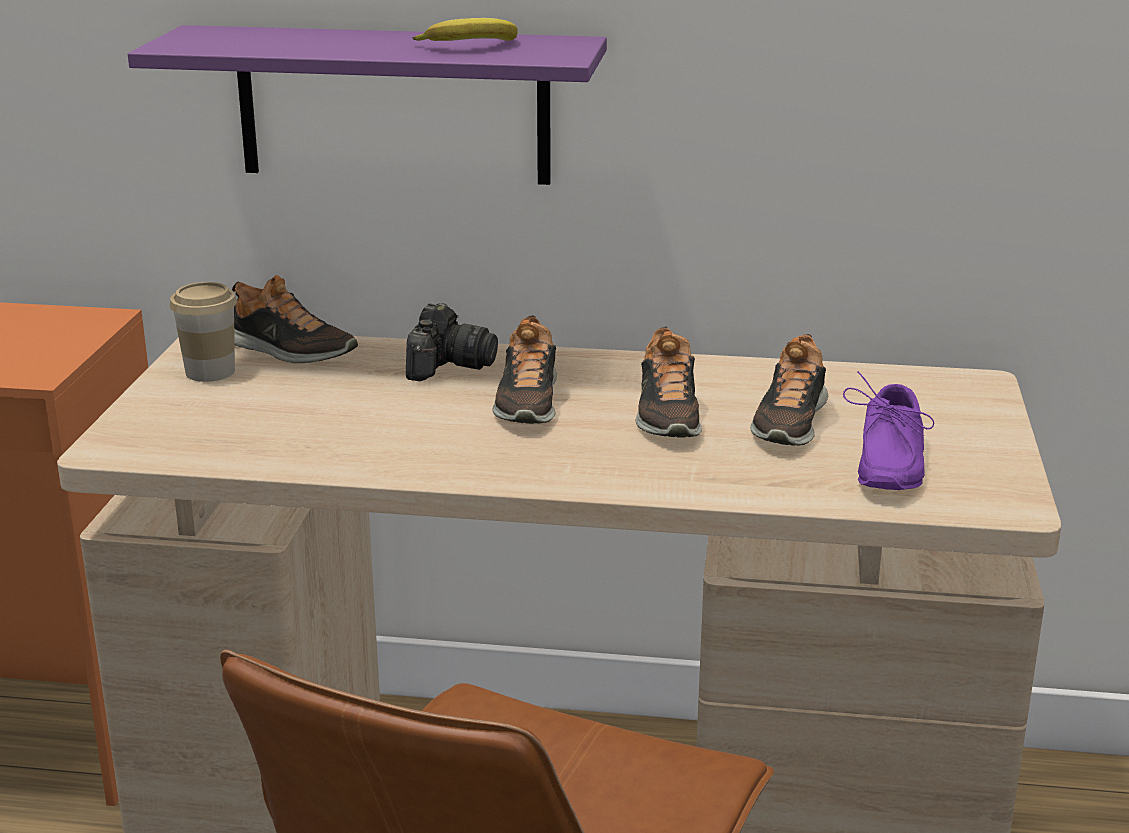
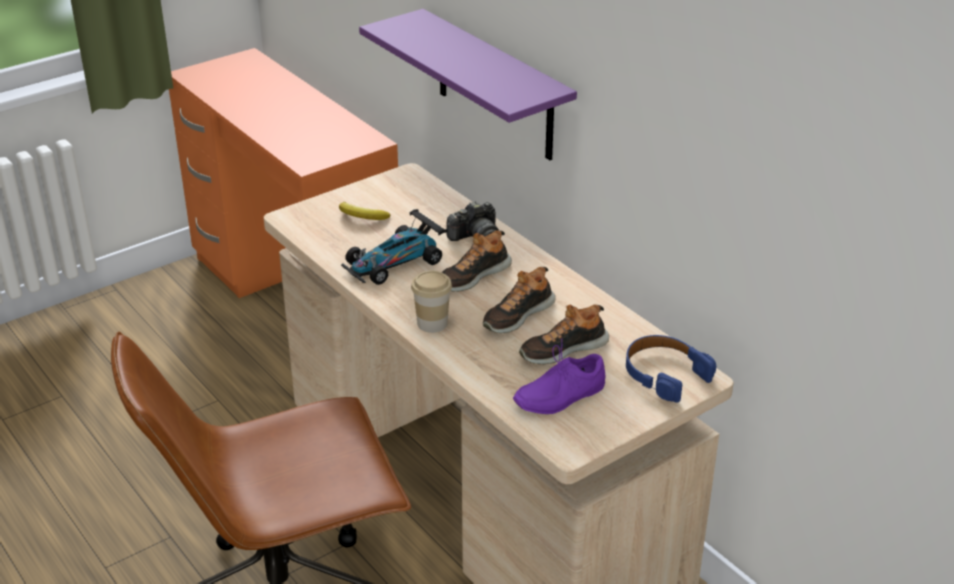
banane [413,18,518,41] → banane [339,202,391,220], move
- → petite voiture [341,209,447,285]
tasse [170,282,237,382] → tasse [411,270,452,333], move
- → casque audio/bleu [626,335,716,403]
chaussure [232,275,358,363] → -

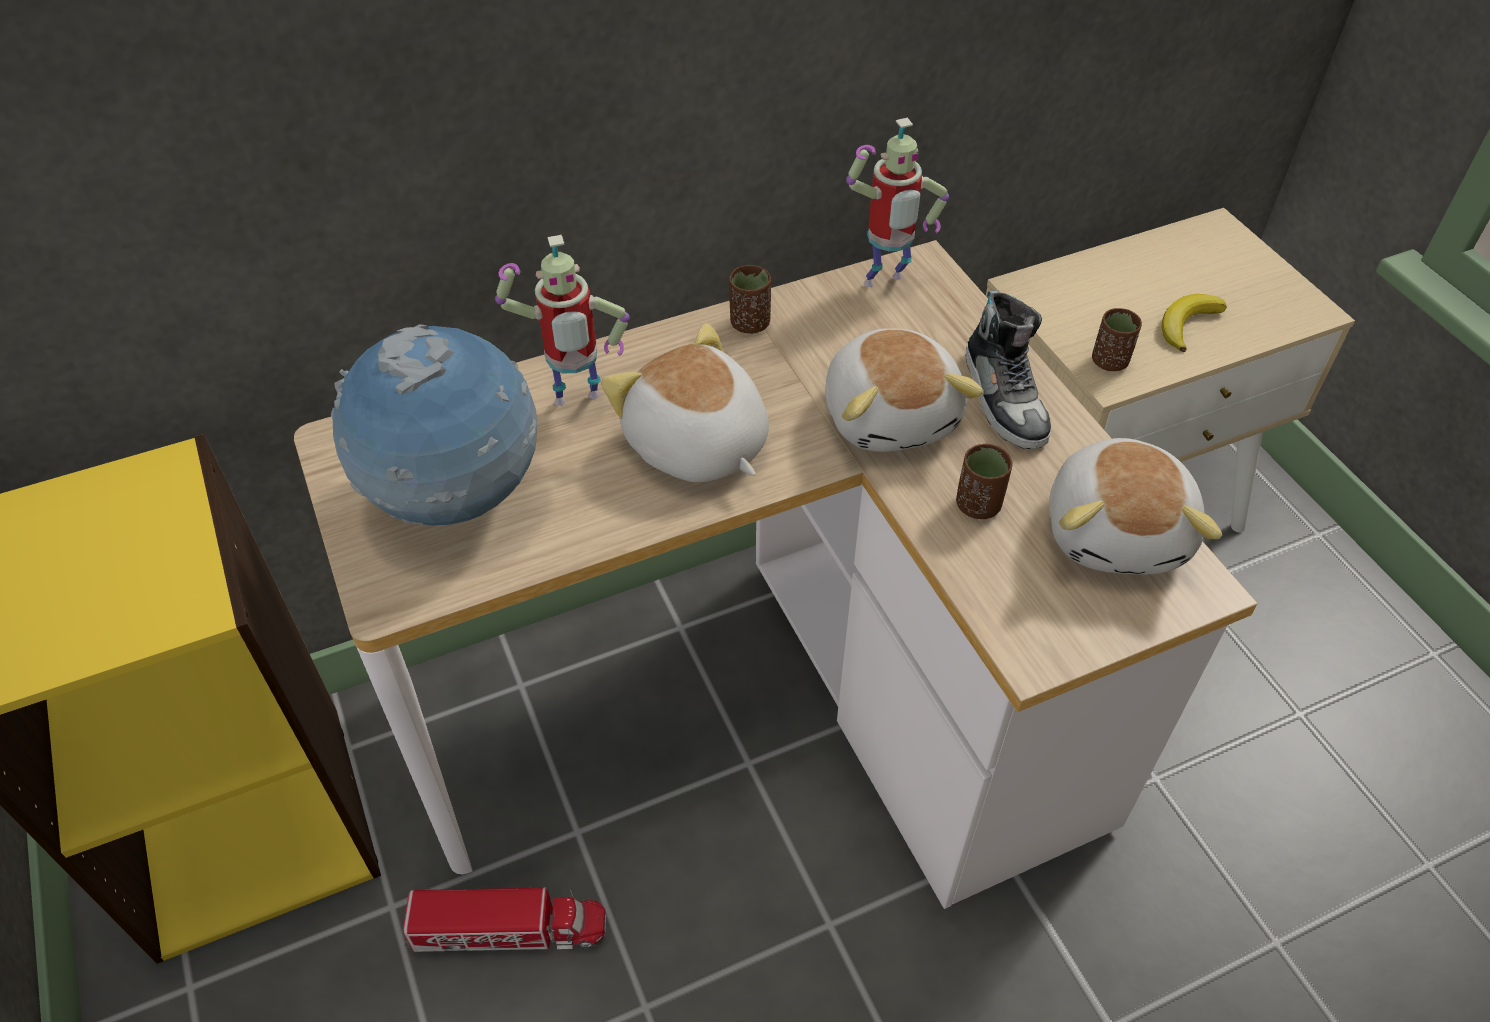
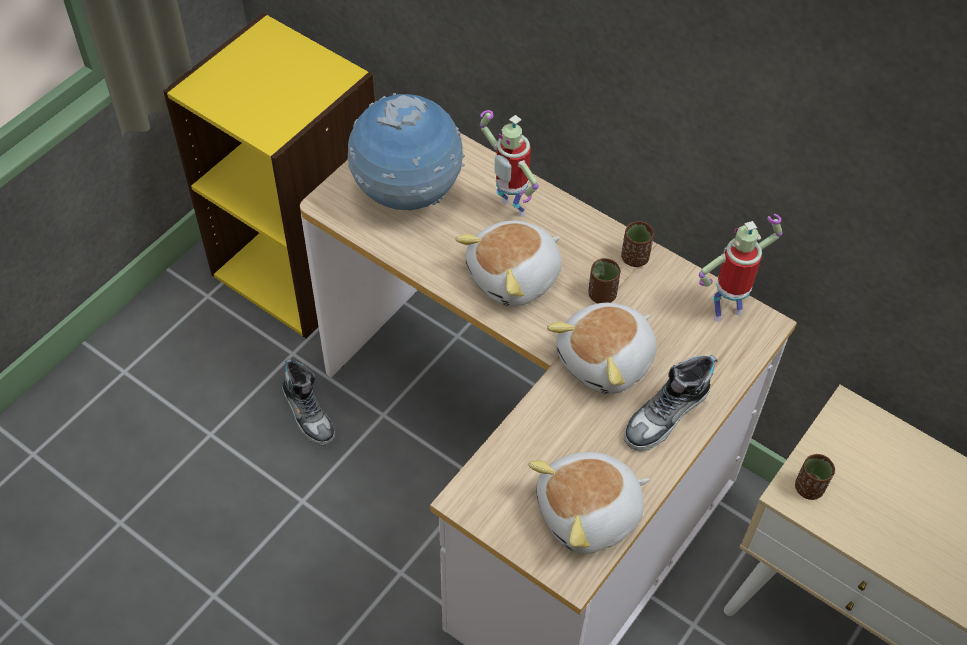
camion jouet [403,888,606,952] → chaussure [282,359,335,446]
peluche [601,323,769,482] → peluche [455,221,562,307], 150 degrees counterclockwise
tasse/marron [956,444,1013,519] → tasse/marron [588,258,621,303], move
robot jouet [846,118,949,287] → robot jouet [699,214,782,322], 120 degrees clockwise
banane [1162,294,1227,352] → -

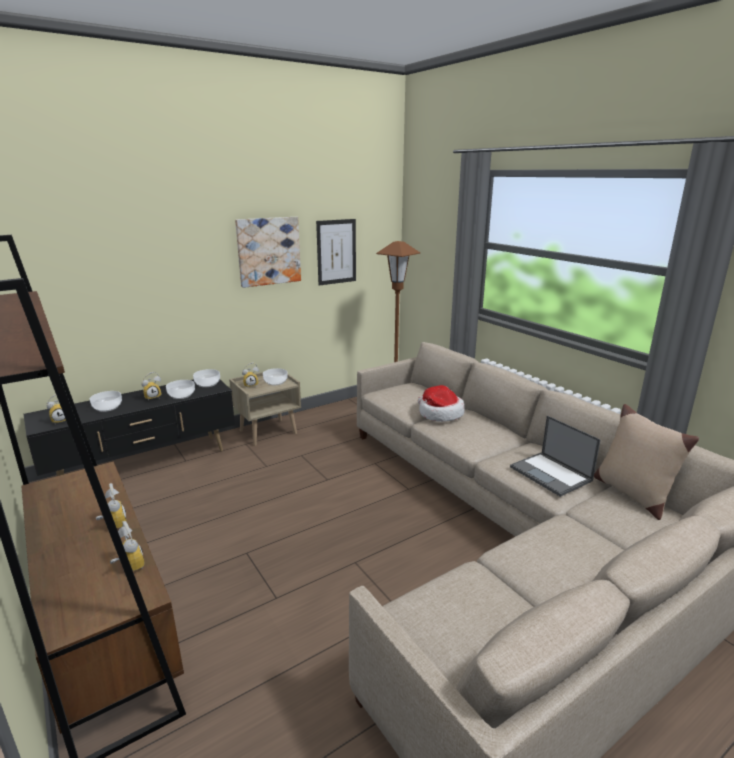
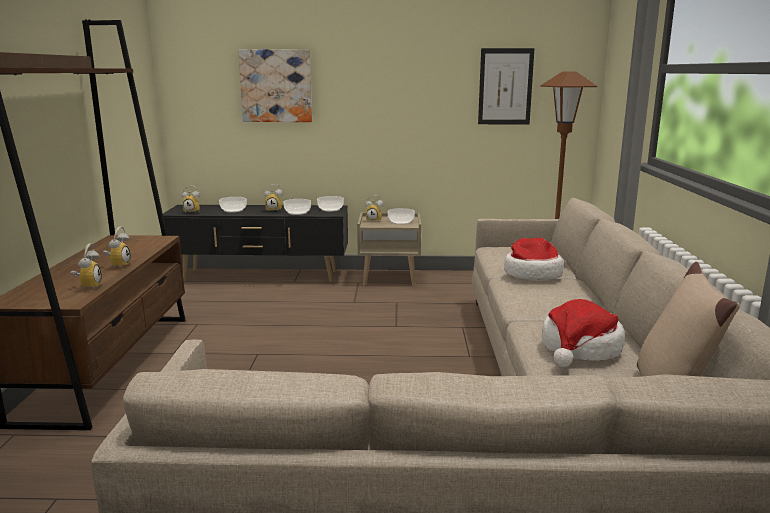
tableau [235,217,301,288] → tableau [238,49,312,122], move
ordinateur portable [510,415,601,497] → chapeau [542,299,625,367]

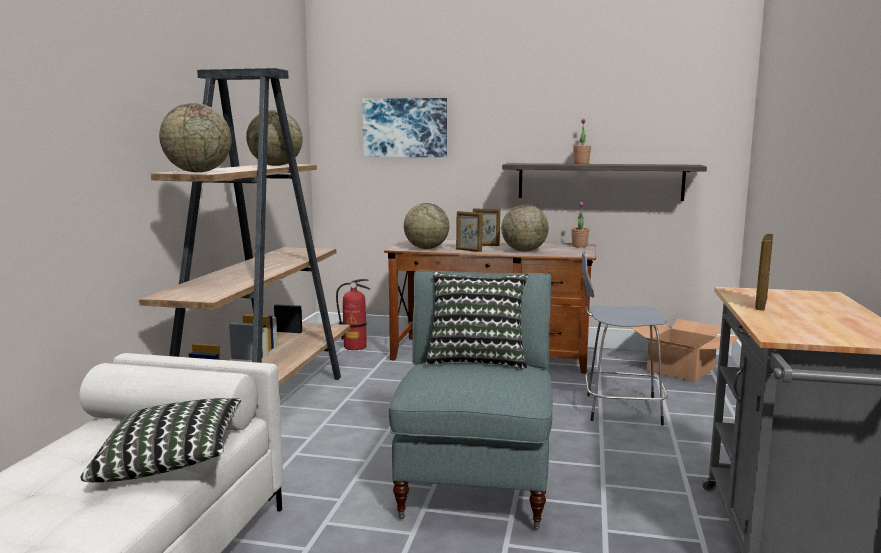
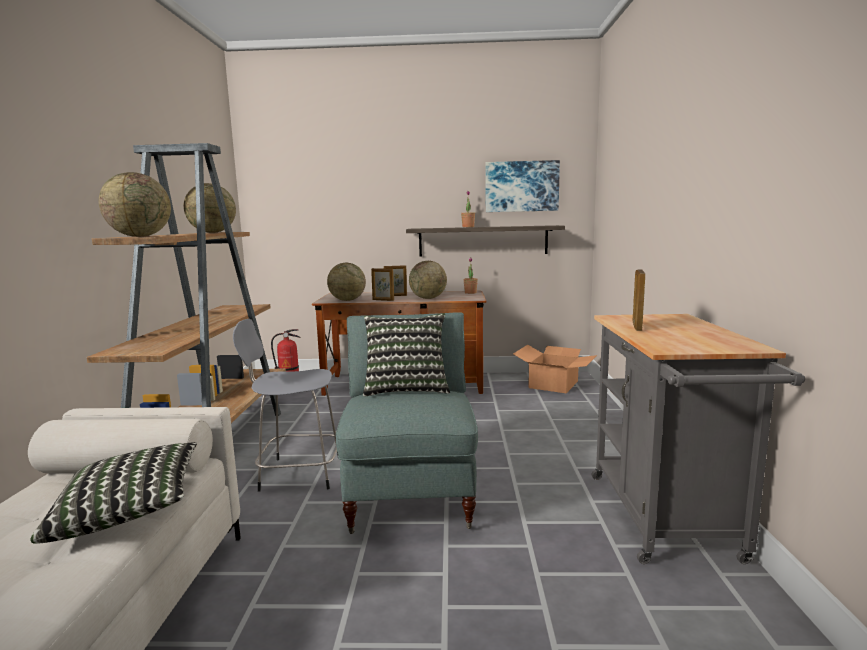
tabouret/gris [582,251,668,425] → tabouret/gris [233,319,339,492], move
tableau [362,98,447,157] → tableau [486,160,560,212], move

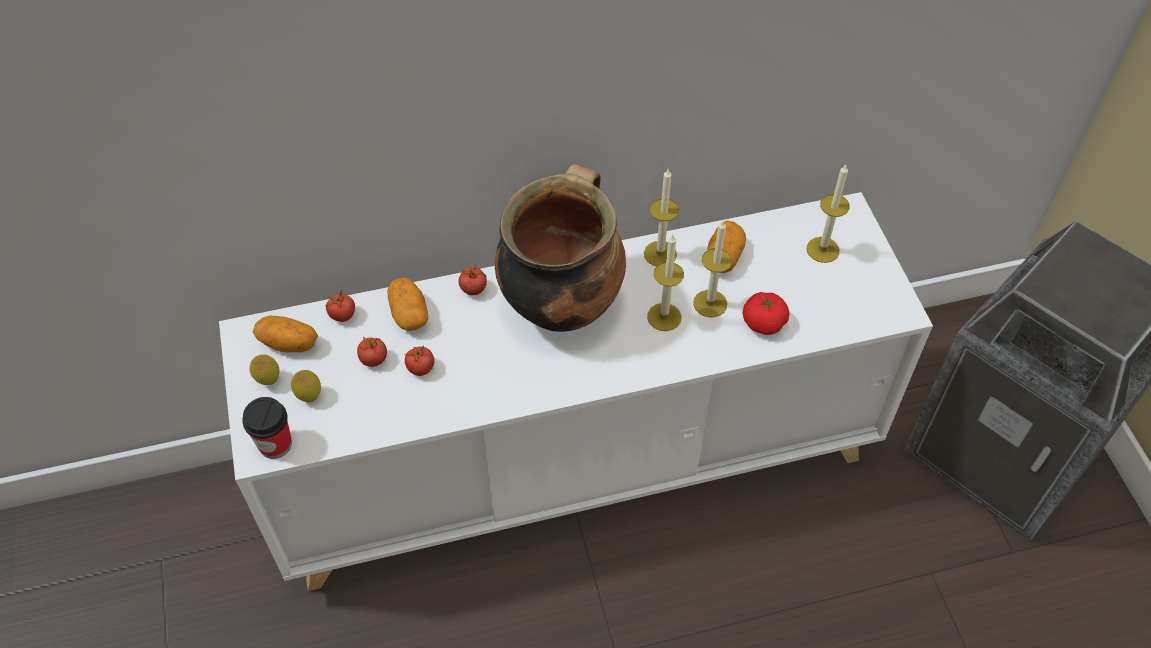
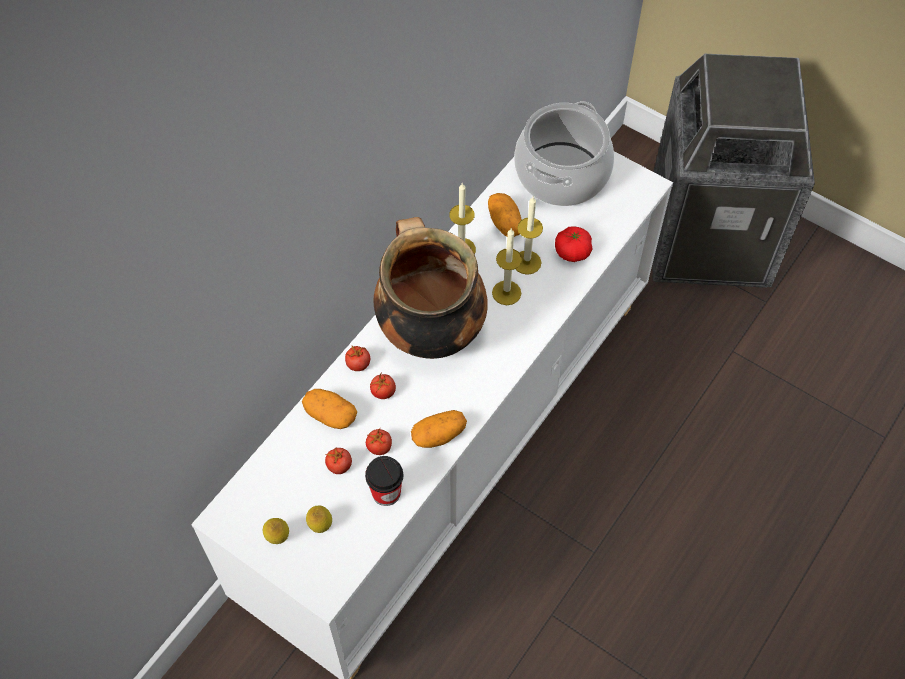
tasse [242,397,292,459] → tasse [365,456,404,506], move
tomate [326,290,355,322] → tomate [370,374,396,399], move
pomme de terre [253,316,318,353] → pomme de terre [411,410,467,448], move
bougie [807,165,850,263] → marmite [514,101,614,206]

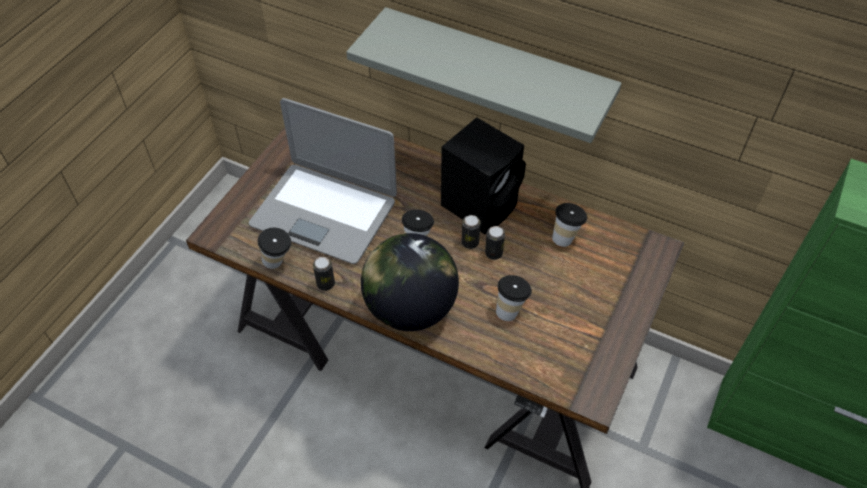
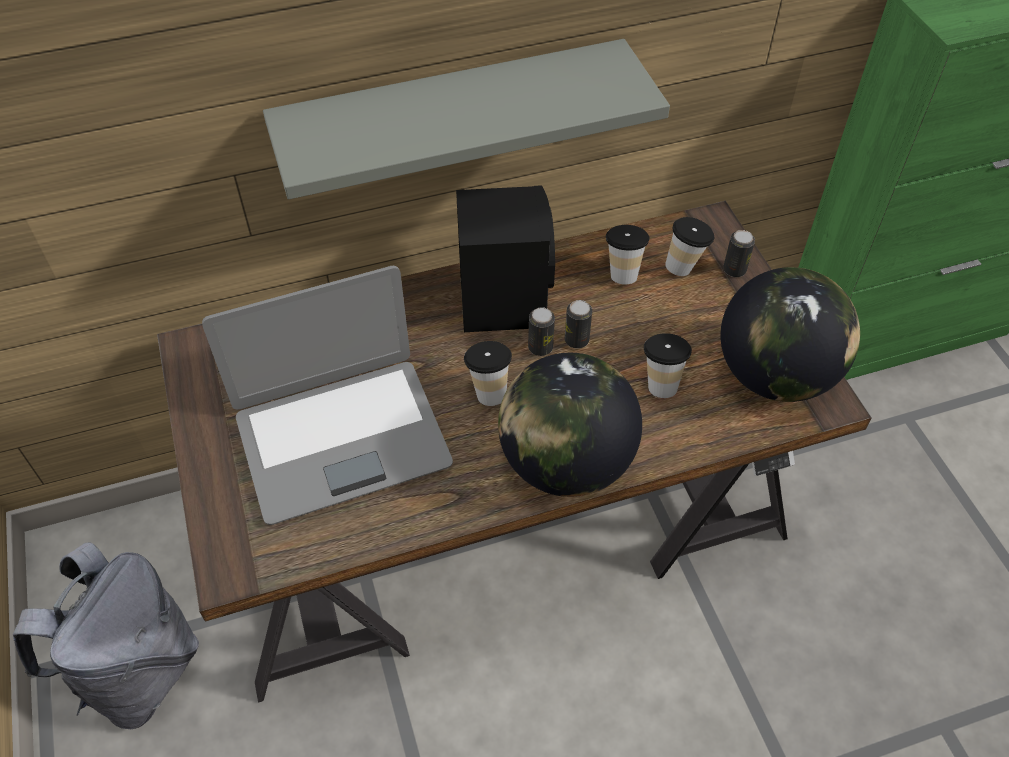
- → sac à dos/gris [13,542,199,729]
tasse [258,228,291,269] → tasse [665,217,714,276], move
- → globe [721,267,860,402]
boîte métallique [313,257,335,291] → boîte métallique [723,230,755,277], move

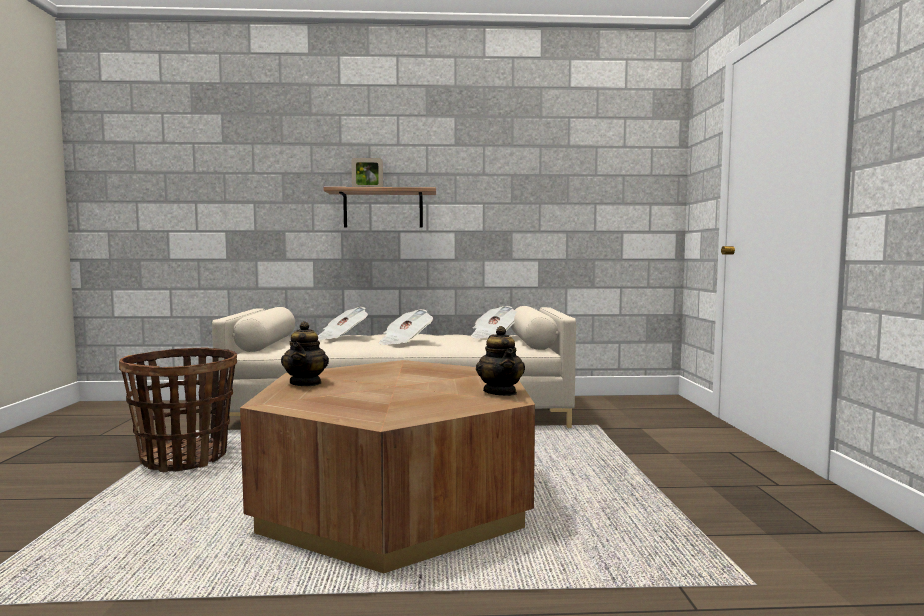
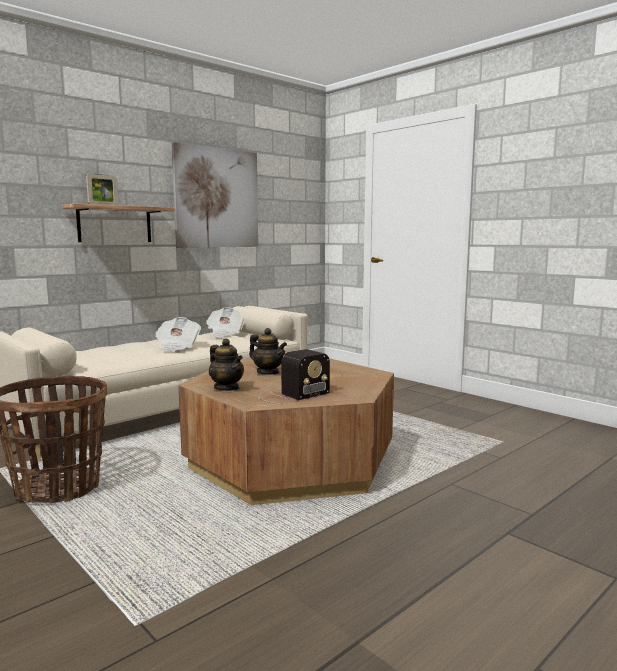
- → tableau [172,142,258,248]
théière [476,326,525,396] → théière [249,328,287,375], move
- → radio [258,349,330,404]
journal [318,307,368,340] → -

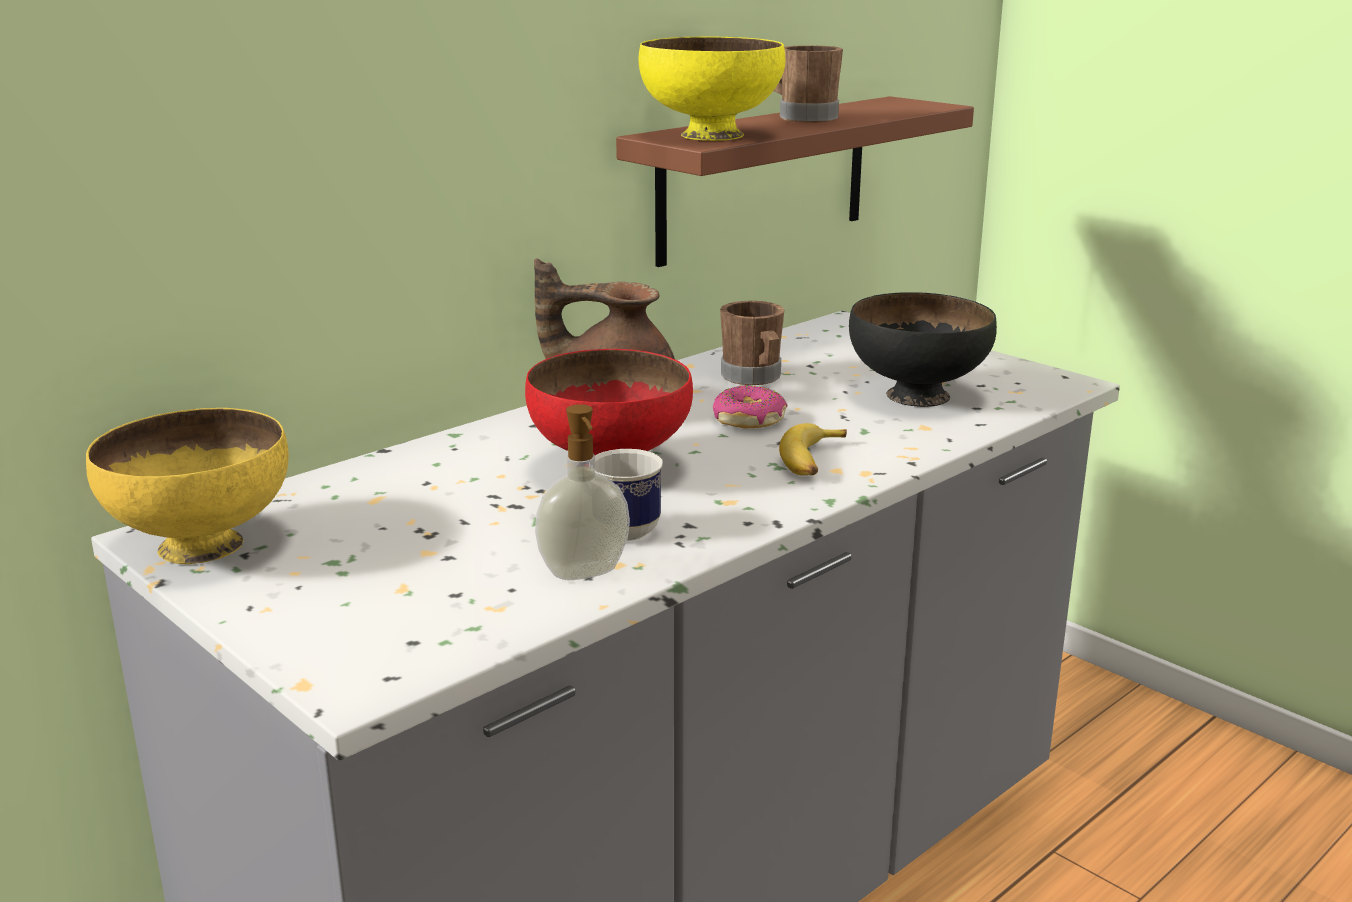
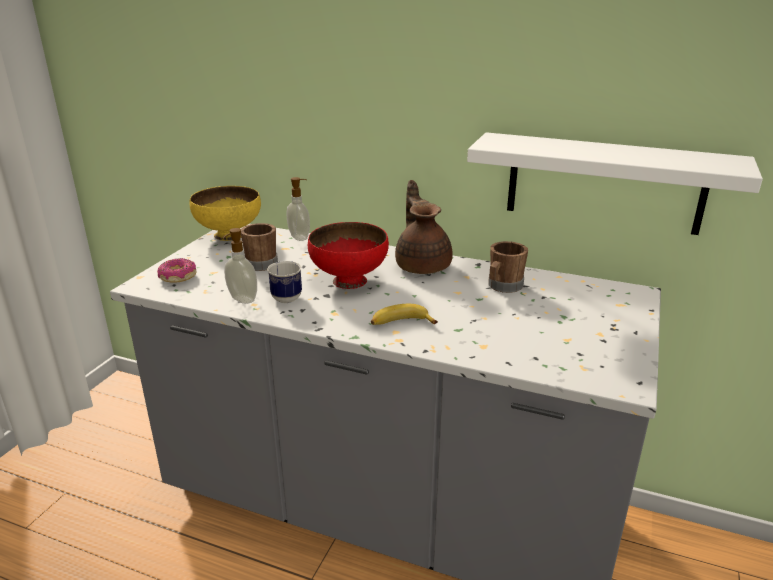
beignet [713,385,787,428] → beignet [157,258,197,283], move
mug/marron [774,45,843,123] → mug/marron [241,223,278,271], move
- → distributeur de savon [286,177,310,241]
étagère/marron [616,96,974,267] → étagère/blanc [467,132,763,235]
bol/jaune [638,37,785,141] → -
bol/noir [849,292,997,407] → -

